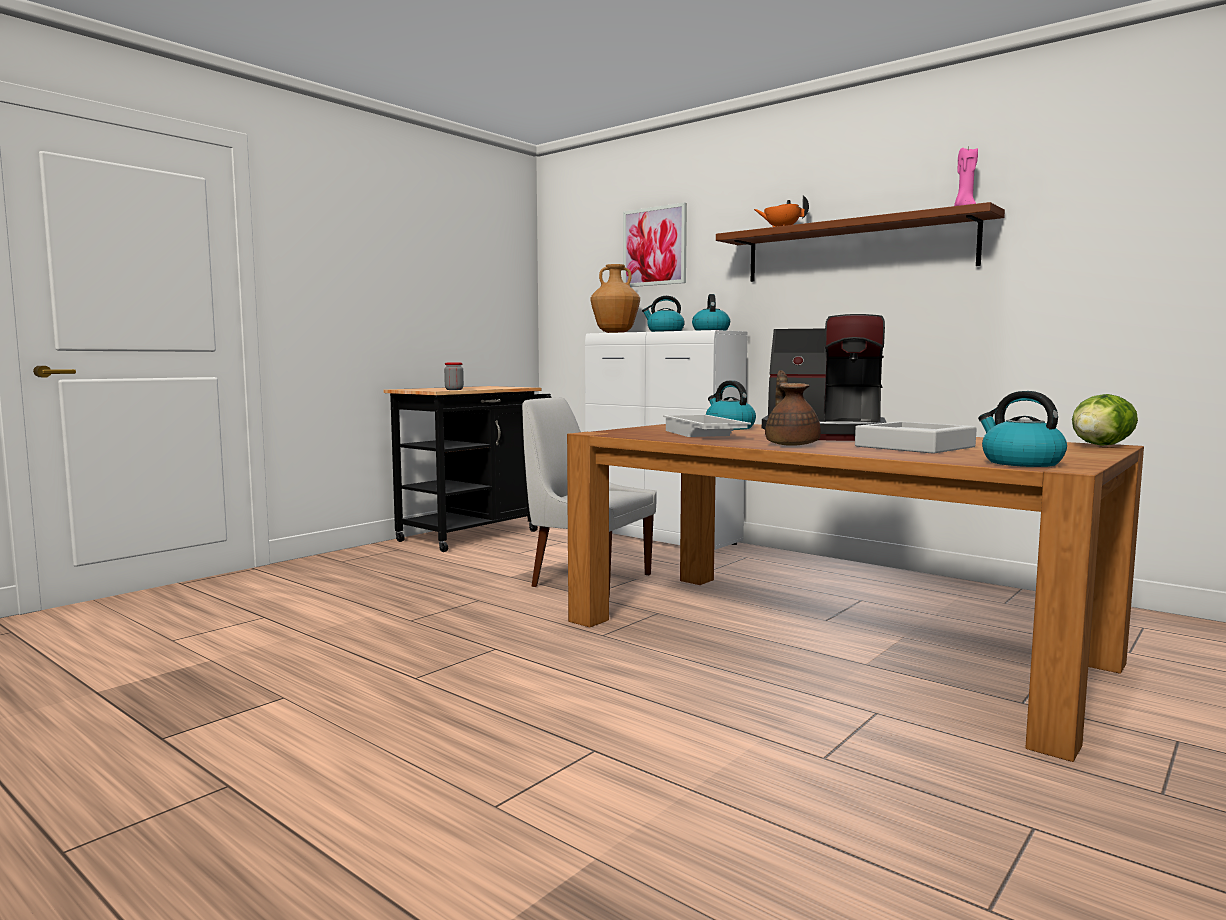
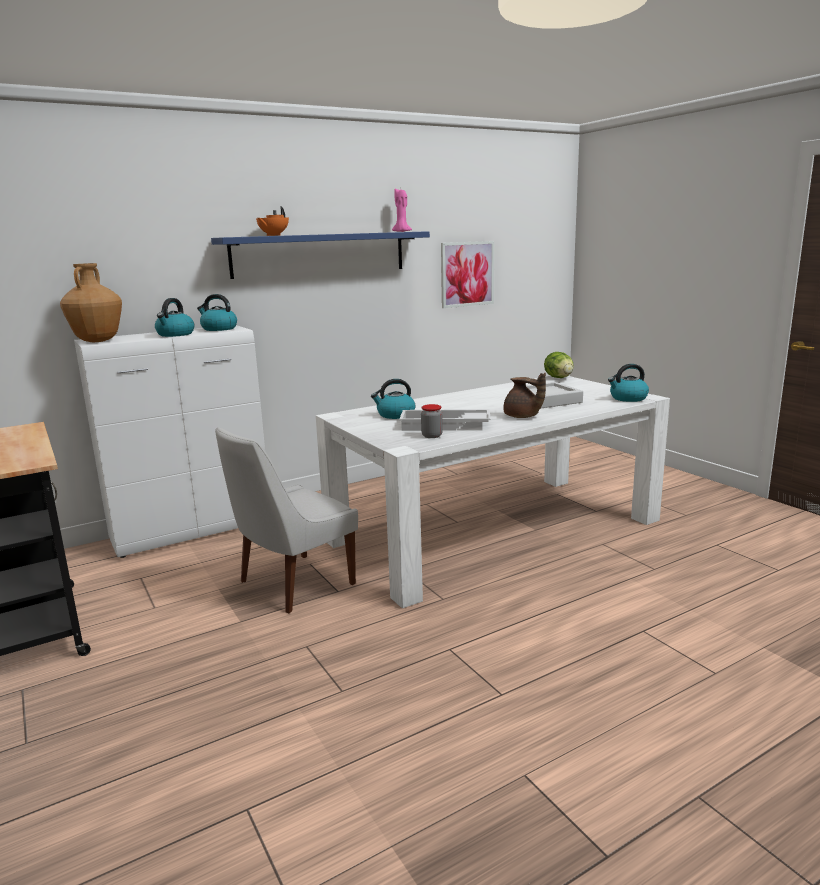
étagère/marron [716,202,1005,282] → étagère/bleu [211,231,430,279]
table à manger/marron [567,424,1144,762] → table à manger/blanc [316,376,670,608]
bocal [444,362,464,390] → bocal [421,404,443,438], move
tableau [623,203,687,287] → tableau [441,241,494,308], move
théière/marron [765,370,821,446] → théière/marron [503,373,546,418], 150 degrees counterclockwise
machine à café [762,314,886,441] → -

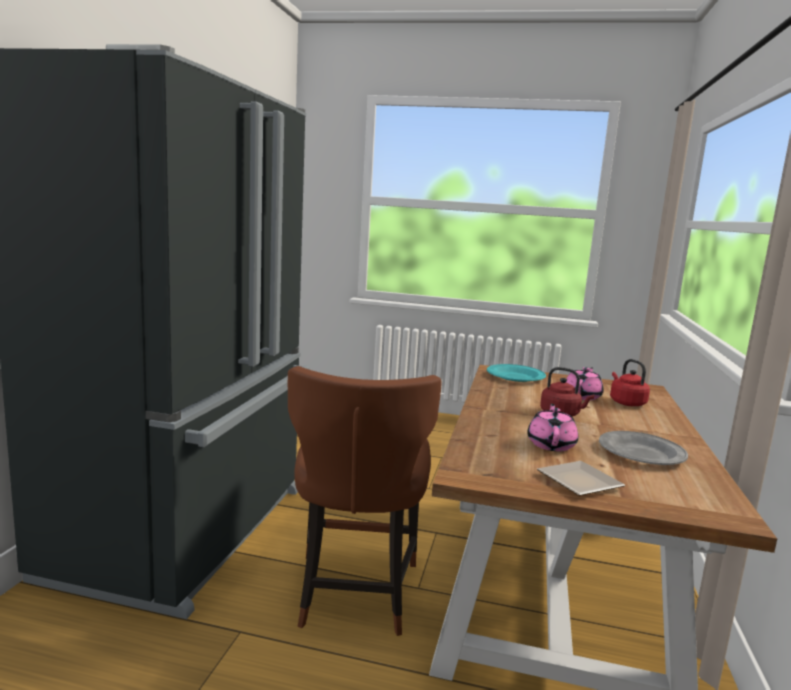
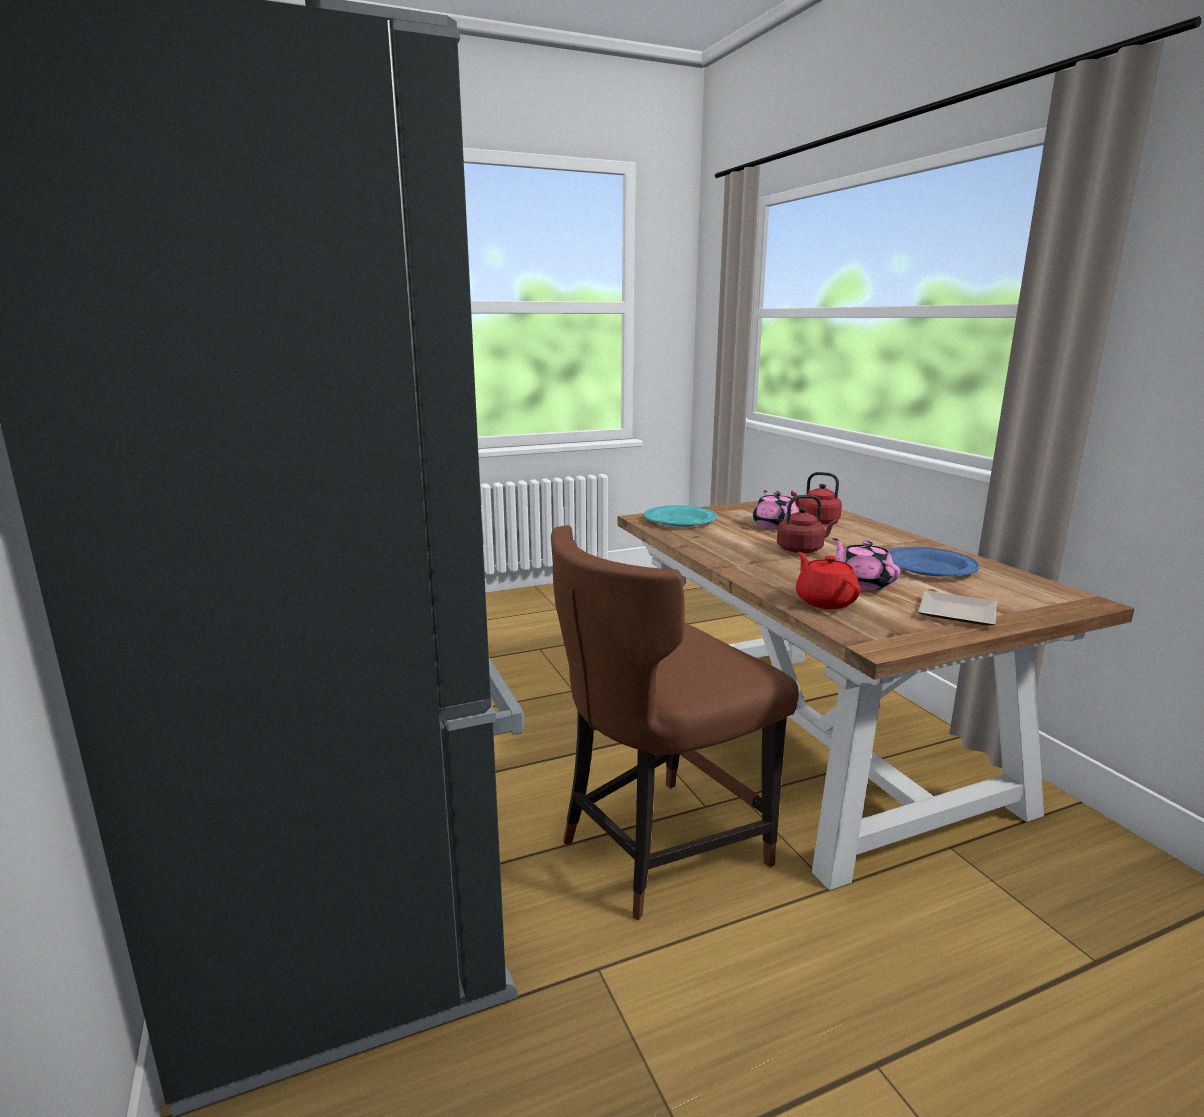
chaise/marron [288,366,442,636] → chaise/marron [551,525,799,921], 90 degrees clockwise
- → théière/rouge [796,552,861,609]
assiette/gris [599,431,688,465] → assiette/bleu [888,547,980,576]

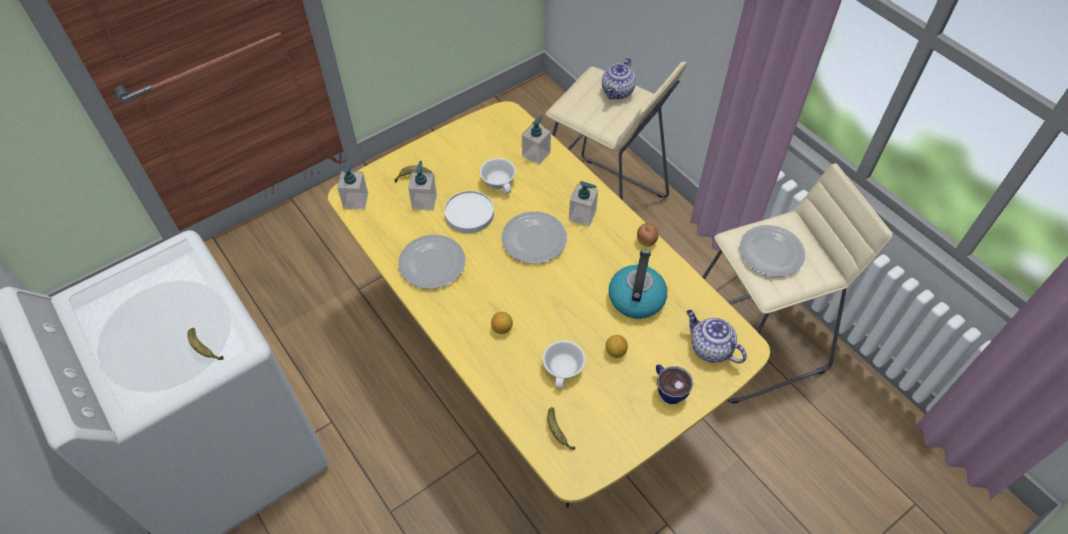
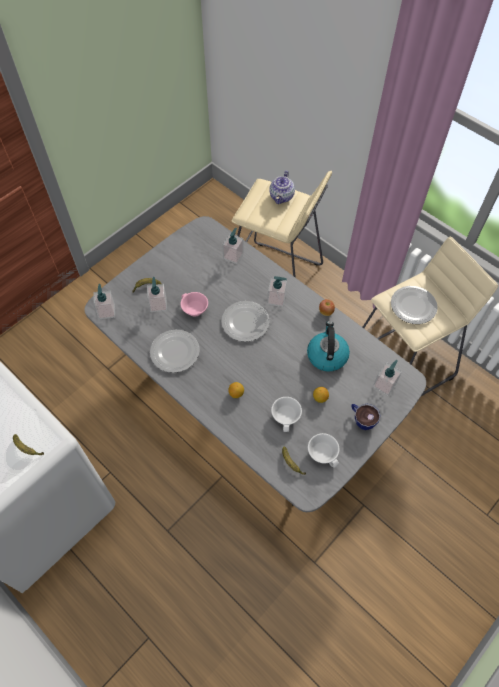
table à manger/jaune [328,101,770,508] → table à manger/gris [84,216,426,512]
assiette/blanc [444,191,494,233] → tasse/rose [181,292,208,317]
tasse/blanc [480,158,516,194] → tasse/blanc [308,433,339,468], move
théière [686,310,747,363] → distributeur de savon [373,360,402,396]

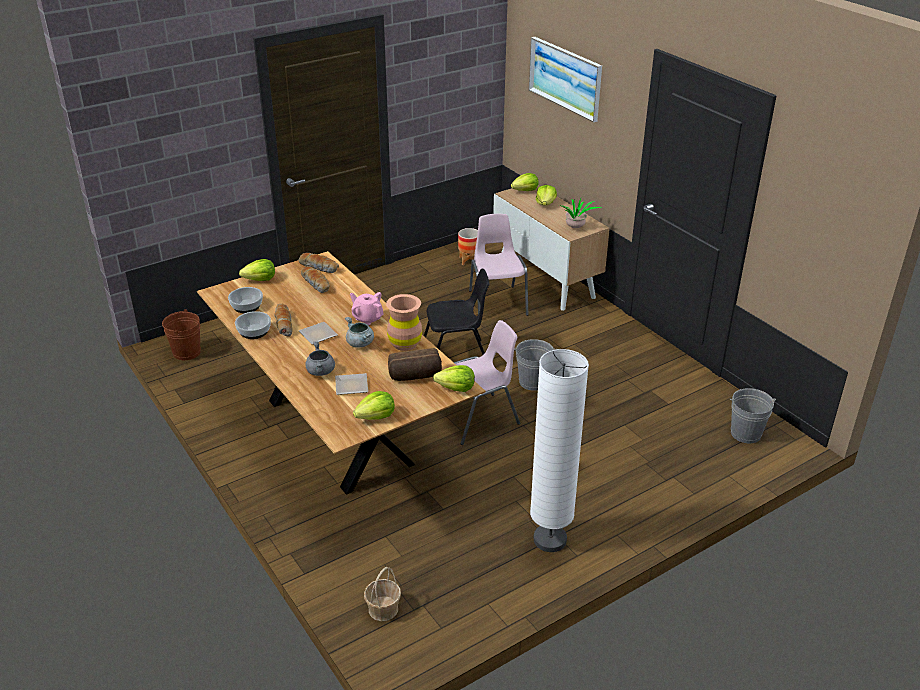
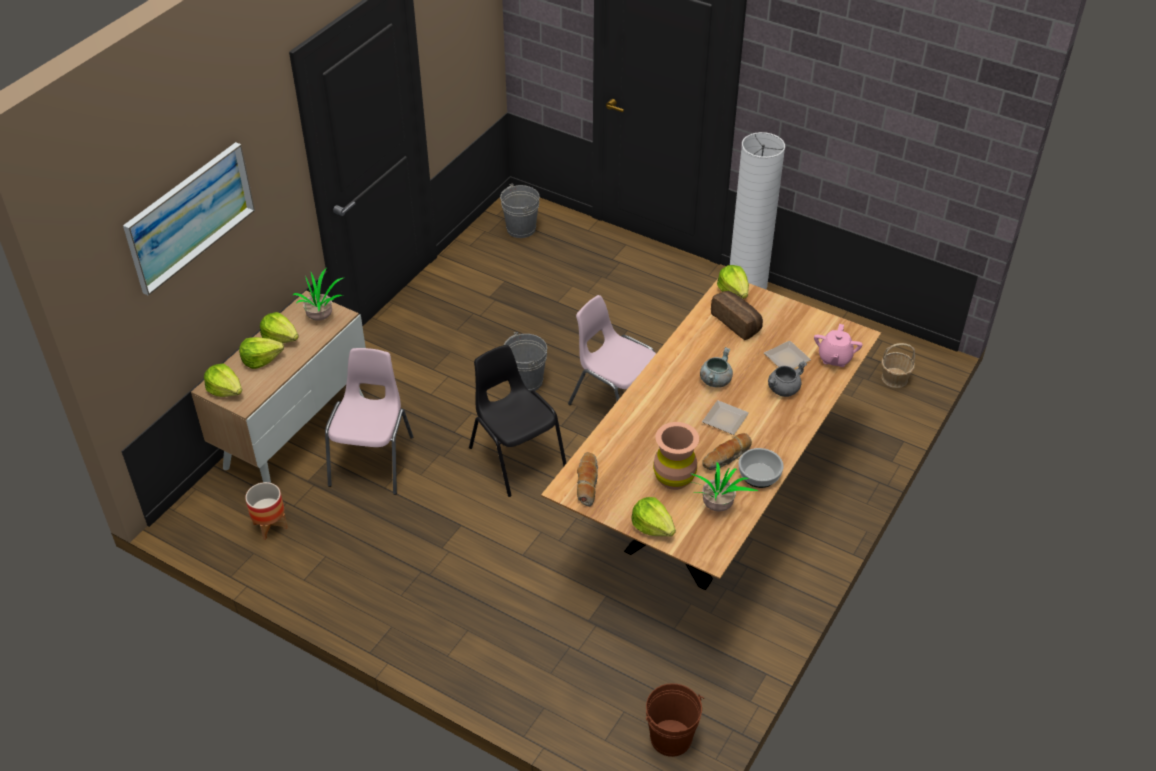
laitue [353,391,395,420] → laitue [260,312,299,343], move
chaise/rose [469,214,528,316] → chaise/rose [325,348,413,495], 135 degrees clockwise
vase/marron [386,294,422,351] → vase/marron [653,422,699,490], move
bol [228,287,263,313] → plante en pot [691,462,759,511]
théière/rose [350,292,384,325] → théière/rose [814,324,863,367], move
pain [301,266,330,293] → -

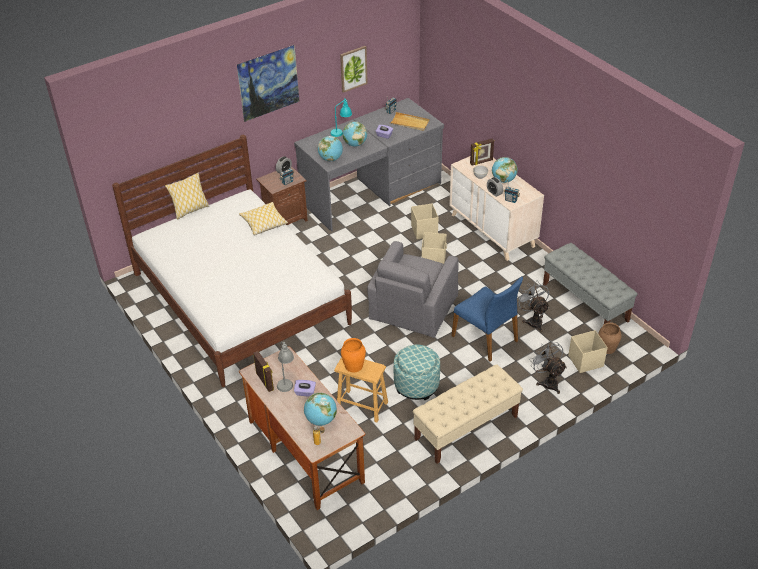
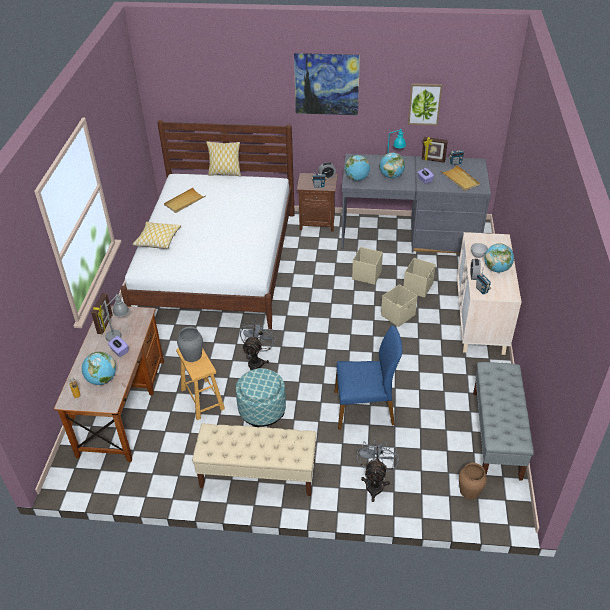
coussin [239,202,288,235] → coussin [133,222,181,249], move
- → plateau/beige [164,188,206,213]
vase/orange [341,338,366,372] → vase/gris [177,327,203,362]
ventilateur/gris [517,281,549,332] → ventilateur/gris [240,321,276,370], move
chaise/bleu [452,276,523,362] → chaise/bleu [335,325,402,430], 90 degrees counterclockwise
boîte de rangement/beige [568,330,608,373] → boîte de rangement/beige [352,247,383,285], move
cadre photo [470,139,494,165] → cadre photo [422,137,448,163], move
fauteuil/gris [367,241,458,338] → -

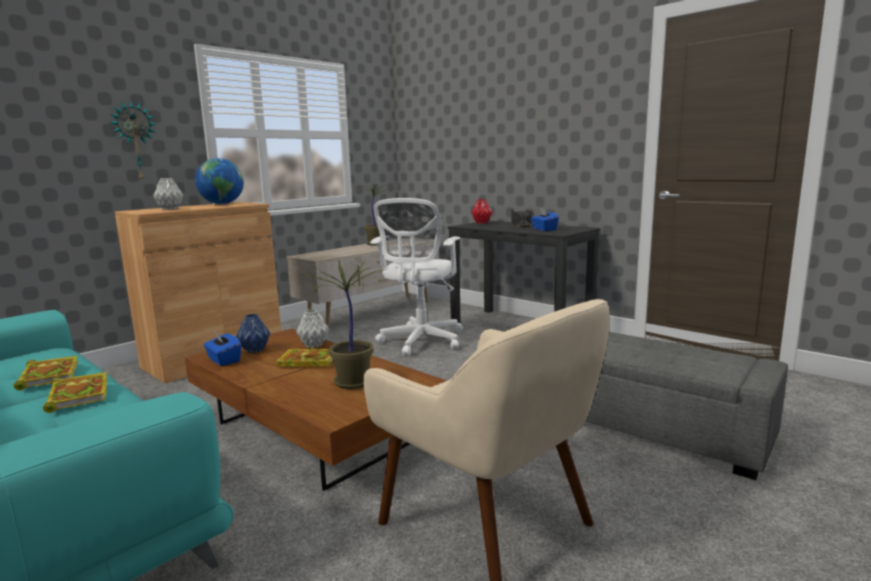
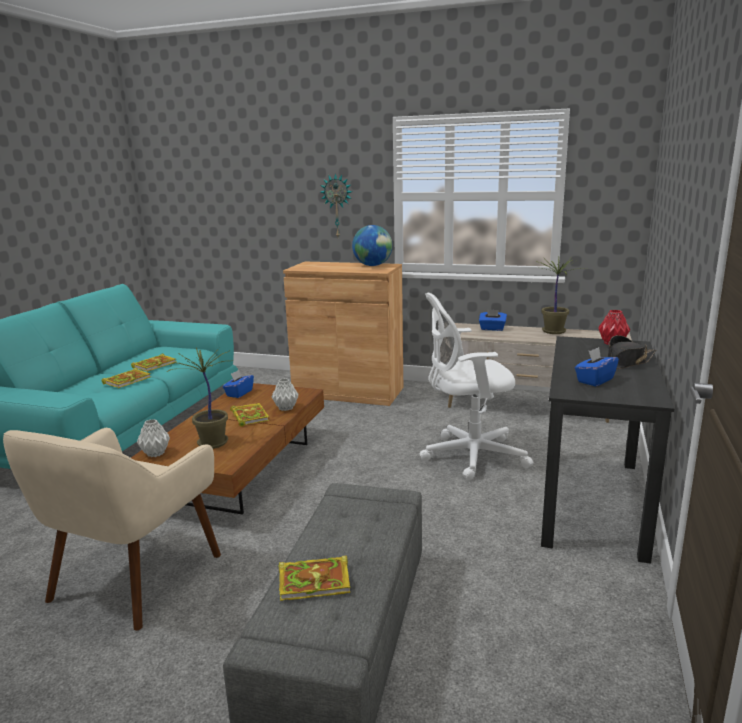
vase/gris [153,178,183,210] → vase/gris [137,419,170,457], move
- → livre [279,556,350,601]
- → boîte à mouchoirs/bleu [479,309,507,331]
vase/bleu [236,314,270,353] → -

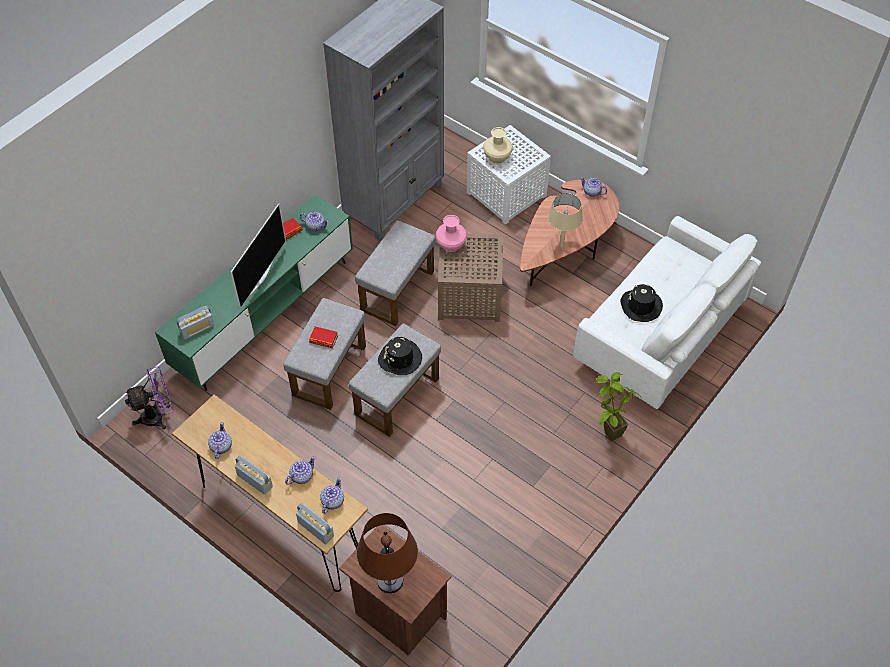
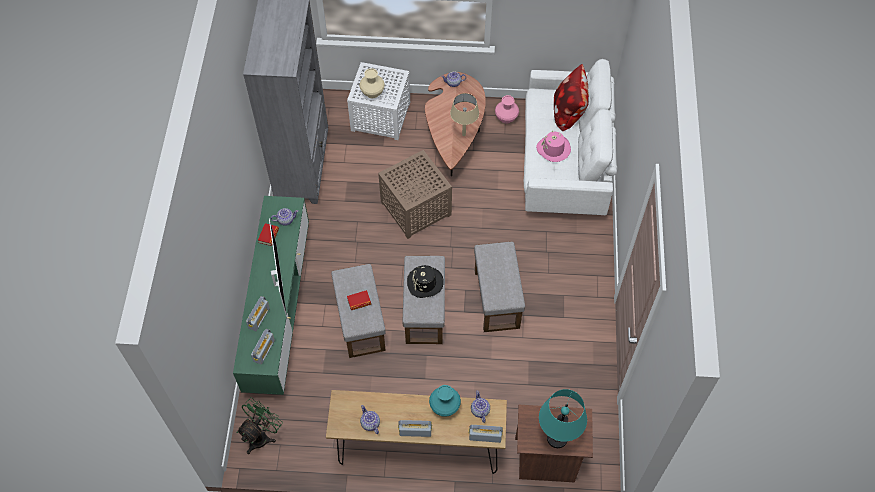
ventilateur/violet [125,366,174,429] → ventilateur/vert [237,397,283,454]
- → radio [246,296,270,331]
théière [285,456,316,485] → vase/turquoise [429,385,461,417]
pouf/gris [355,220,436,326] → pouf/gris [474,242,525,332], move
vase/rose [436,215,467,252] → vase/rose [495,95,519,124], move
chapeau/noir [620,284,663,322] → chapeau/rose [536,131,571,162]
lampe de table/marron [357,513,418,593] → lampe de table/turquoise [539,389,587,448]
- → coussin [554,64,589,132]
plante en pot [595,372,641,441] → -

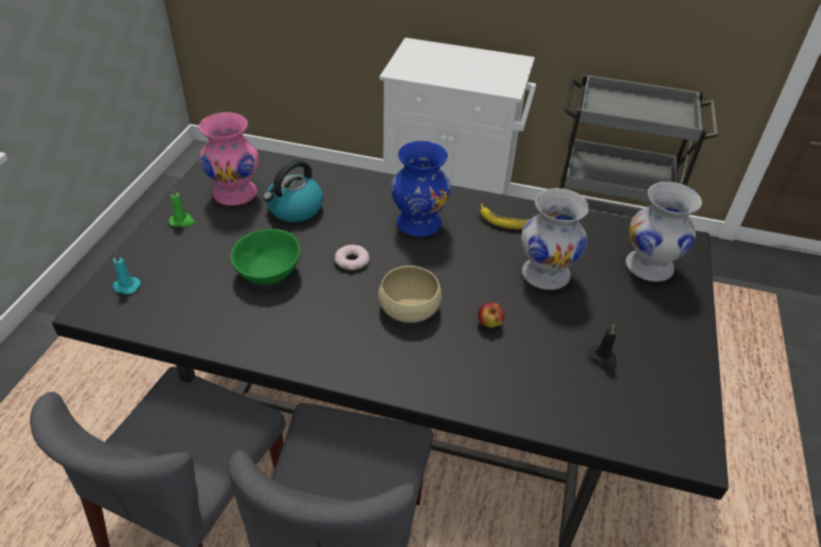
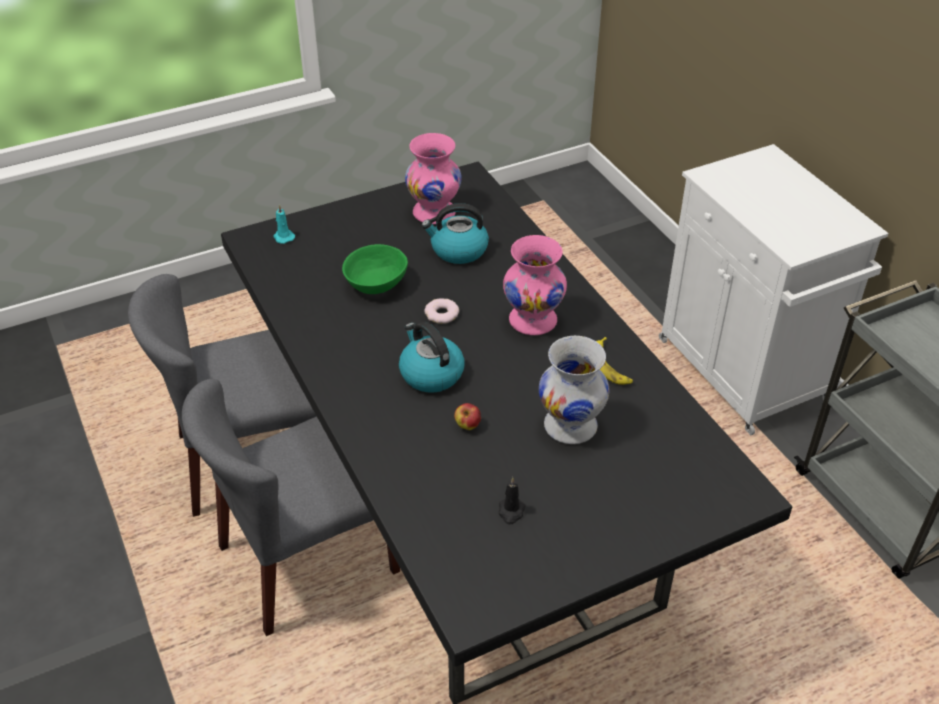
bol/beige [378,266,442,323] → bouilloire [399,322,465,392]
vase/bleu [391,141,451,237] → vase/rose [503,235,567,335]
bougie/vert [169,188,195,227] → -
vase/blanc [626,182,702,282] → -

